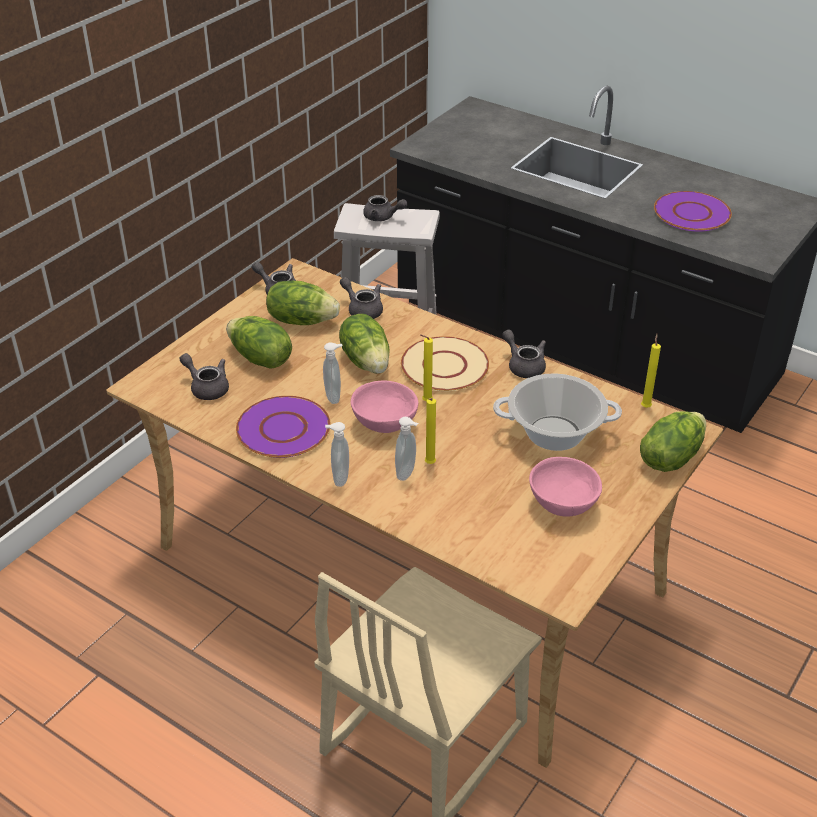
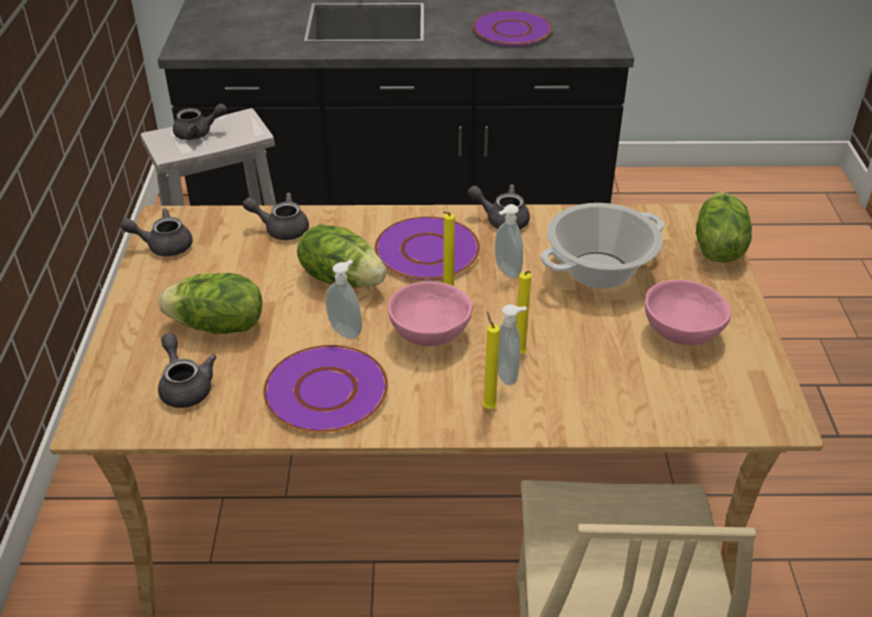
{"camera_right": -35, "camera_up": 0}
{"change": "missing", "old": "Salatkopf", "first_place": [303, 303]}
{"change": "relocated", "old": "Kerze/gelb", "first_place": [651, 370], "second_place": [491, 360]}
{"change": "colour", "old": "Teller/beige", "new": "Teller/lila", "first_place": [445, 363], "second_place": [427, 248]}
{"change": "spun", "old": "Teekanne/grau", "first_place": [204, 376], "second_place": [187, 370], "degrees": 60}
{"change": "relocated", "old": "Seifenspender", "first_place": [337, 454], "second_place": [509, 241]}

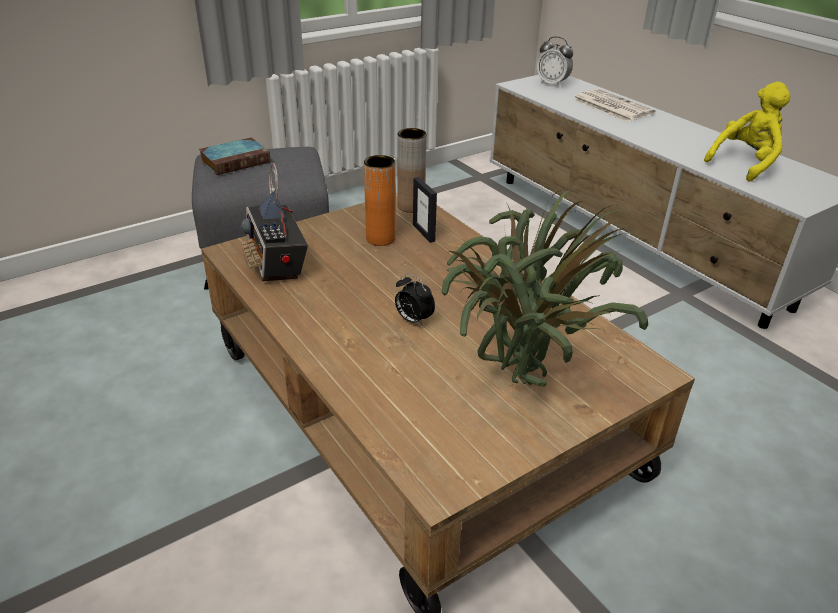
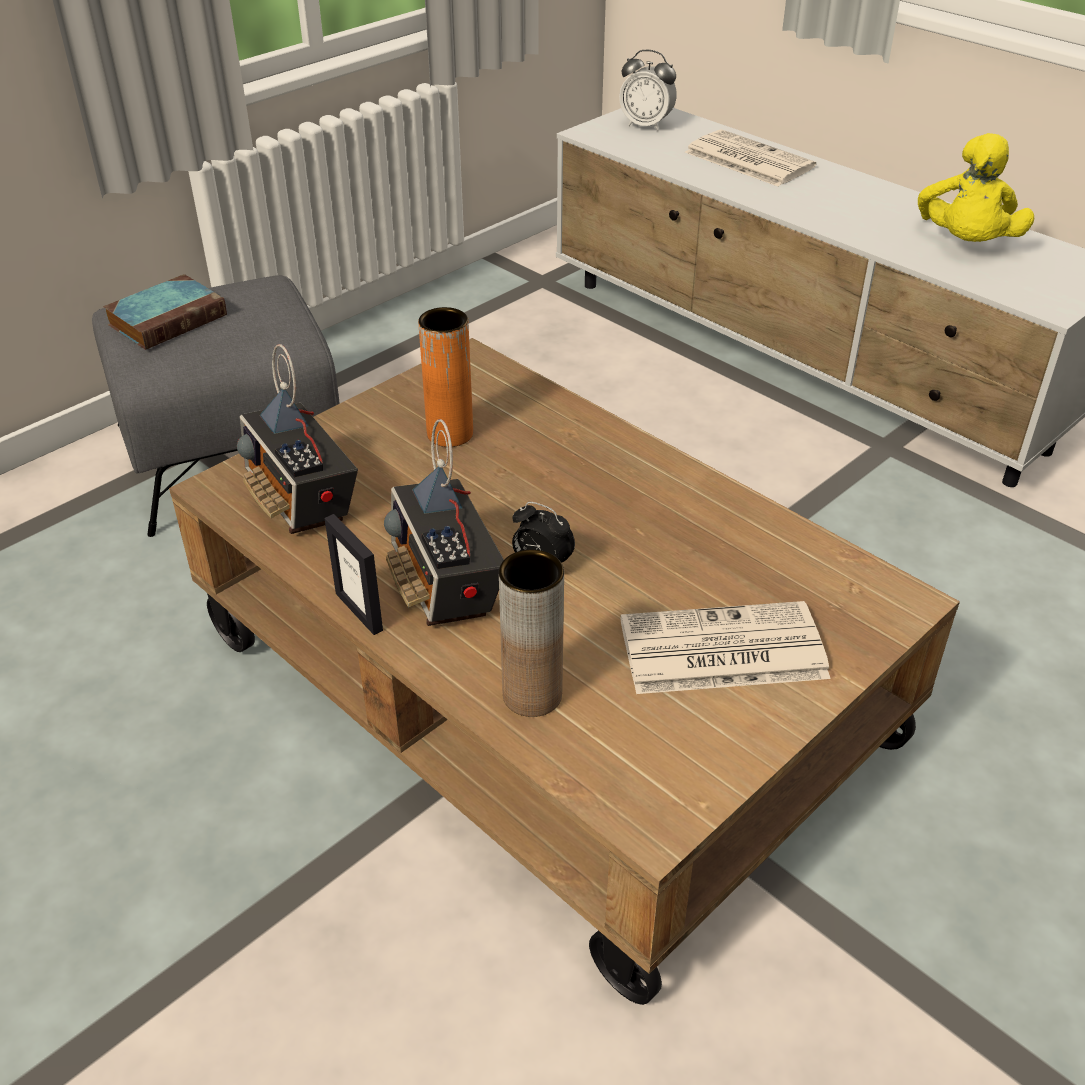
{"camera_right": -10, "camera_up": 5}
{"change": "spun", "old": "Plüschtier/gelb", "first_place": [747, 131], "second_place": [976, 187], "degrees": 150}
{"change": "relocated", "old": "Vase/braun", "first_place": [412, 170], "second_place": [531, 633]}
{"change": "relocated", "old": "Bilderrahmen", "first_place": [425, 210], "second_place": [353, 574]}
{"change": "exchanged", "old": "Topfpflanze", "new": "Zeitung", "first_place": [544, 287], "second_place": [725, 647]}
{"change": "appeared", "new": "Radio", "second_place": [444, 522]}

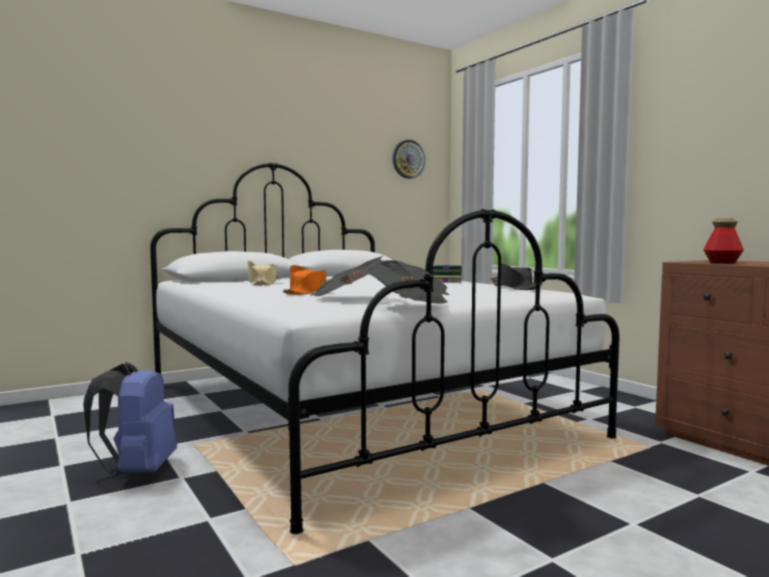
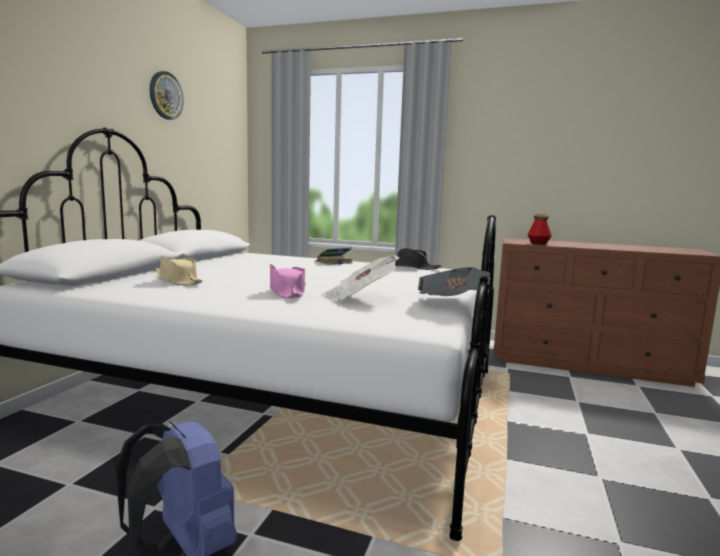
{"camera_right": -40, "camera_up": 5}
{"change": "relocated", "old": "Wanduhr", "first_place": [409, 159], "second_place": [167, 95]}
{"change": "colour", "old": "Hut/orange", "new": "Hut/rosa", "first_place": [306, 280], "second_place": [288, 281]}

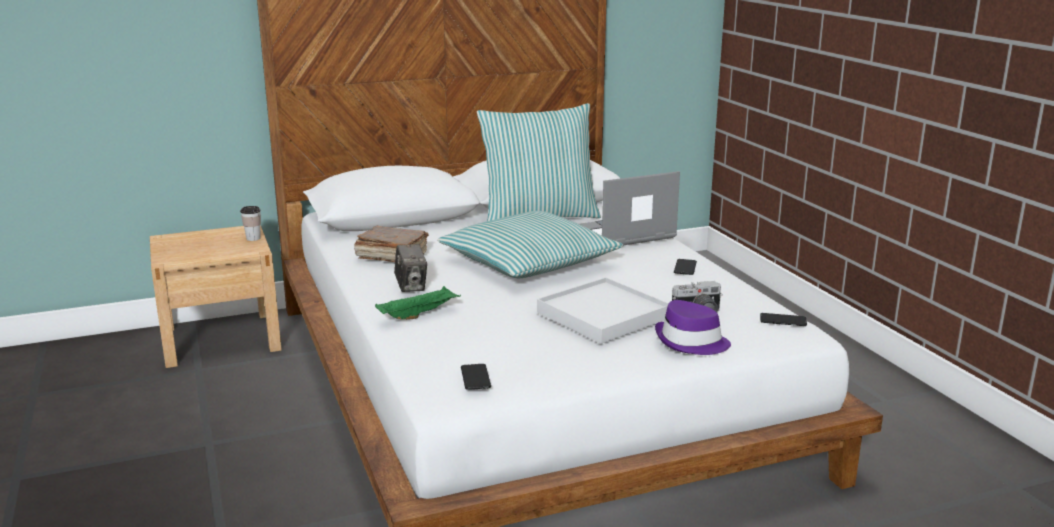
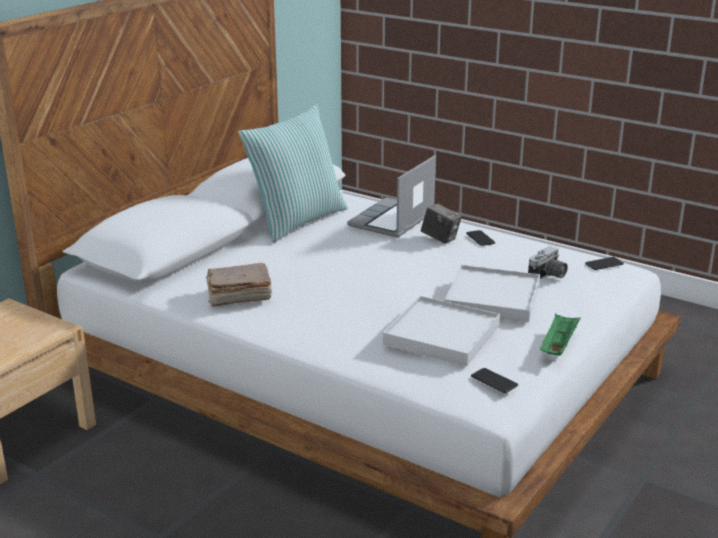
{"camera_right": -35, "camera_up": 5}
{"change": "missing", "old": "Tasse", "first_place": [250, 223]}
{"change": "missing", "old": "Kissen", "first_place": [530, 244]}
{"change": "relocated", "old": "Kamera", "first_place": [410, 268], "second_place": [441, 224]}
{"change": "relocated", "old": "Tablett/grün", "first_place": [418, 303], "second_place": [560, 334]}
{"change": "missing", "old": "Hut/lila", "first_place": [693, 327]}
{"change": "appeared", "new": "Tablett/weiß", "second_place": [441, 331]}

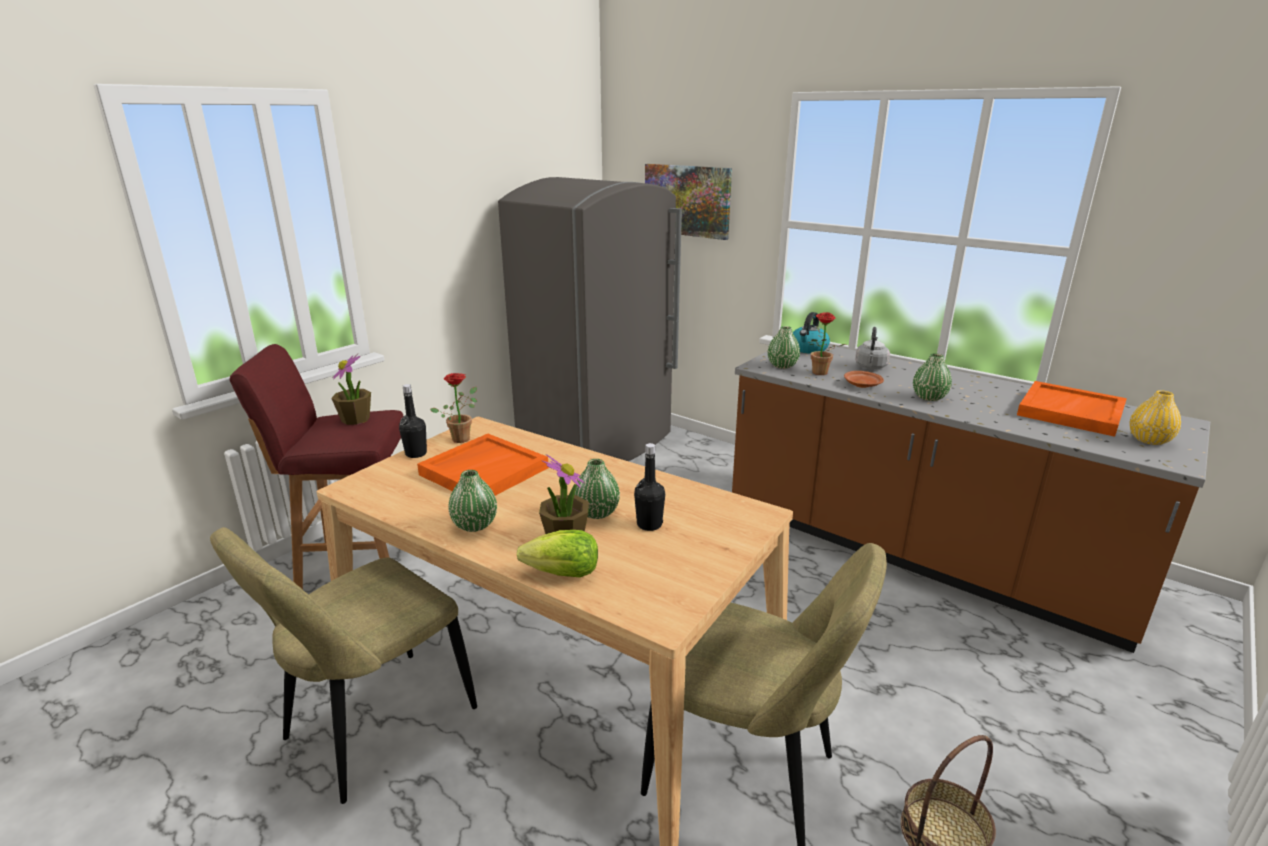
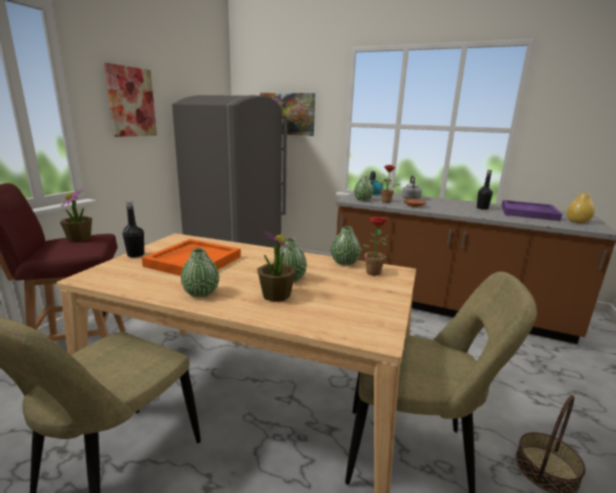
{"camera_right": -15, "camera_up": -5}
{"change": "relocated", "old": "Vase/grün", "first_place": [932, 377], "second_place": [346, 245]}
{"change": "relocated", "old": "Topfpflanze", "first_place": [453, 408], "second_place": [373, 246]}
{"change": "colour", "old": "Tablett/orange", "new": "Tablett/lila", "first_place": [1072, 409], "second_place": [531, 210]}
{"change": "relocated", "old": "Flasche/schwarz", "first_place": [649, 487], "second_place": [485, 190]}
{"change": "missing", "old": "Salatkopf", "first_place": [557, 554]}
{"change": "appeared", "new": "Bild", "second_place": [130, 100]}

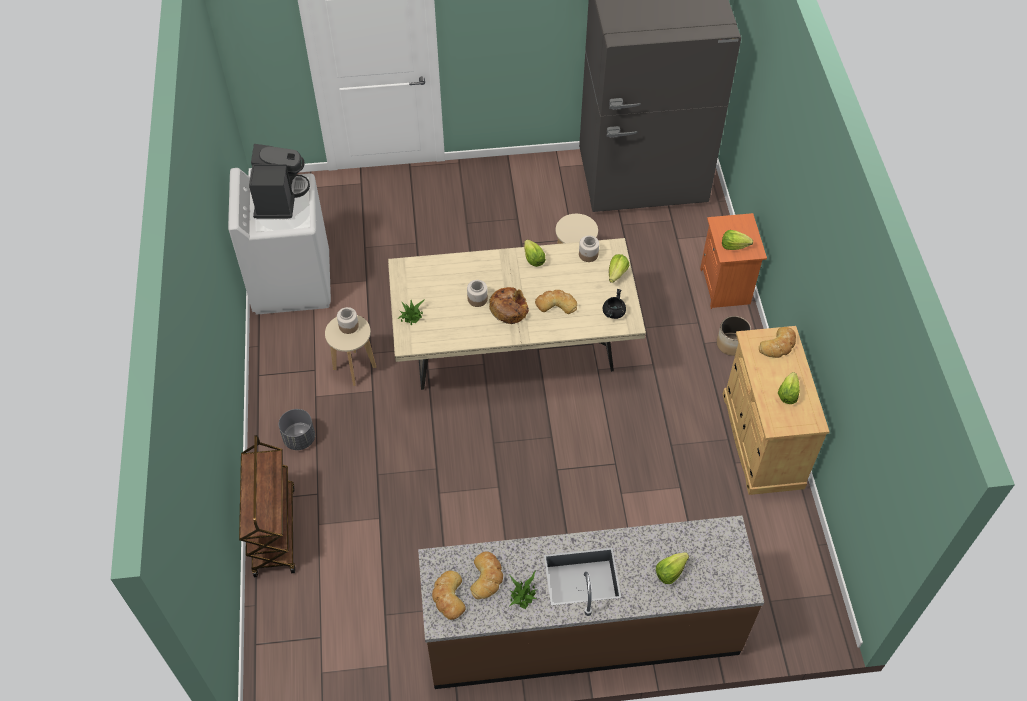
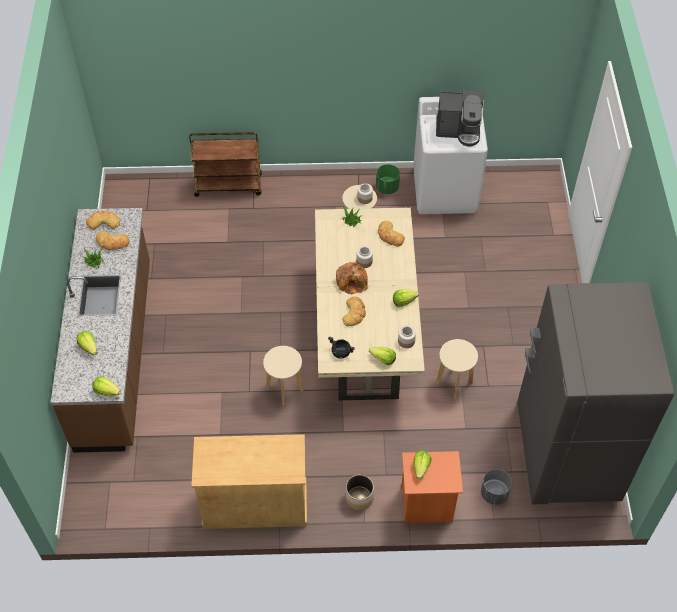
{"camera_right": 95, "camera_up": 0}
{"change": "relocated", "old": "Brot", "first_place": [777, 342], "second_place": [391, 234]}
{"change": "relocated", "old": "Salatkopf", "first_place": [789, 388], "second_place": [106, 386]}
{"change": "relocated", "old": "Pflanzkübel/grau", "first_place": [297, 429], "second_place": [496, 487]}
{"change": "appeared", "new": "Pflanzkübel/grün", "second_place": [388, 179]}
{"change": "appeared", "new": "Hocker/beige", "second_place": [283, 376]}

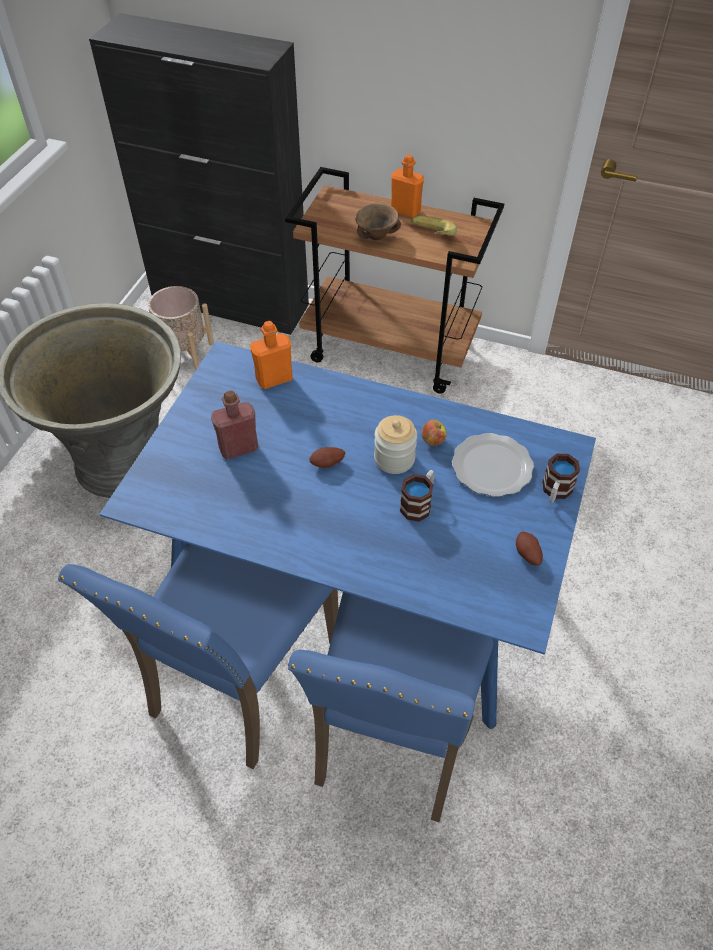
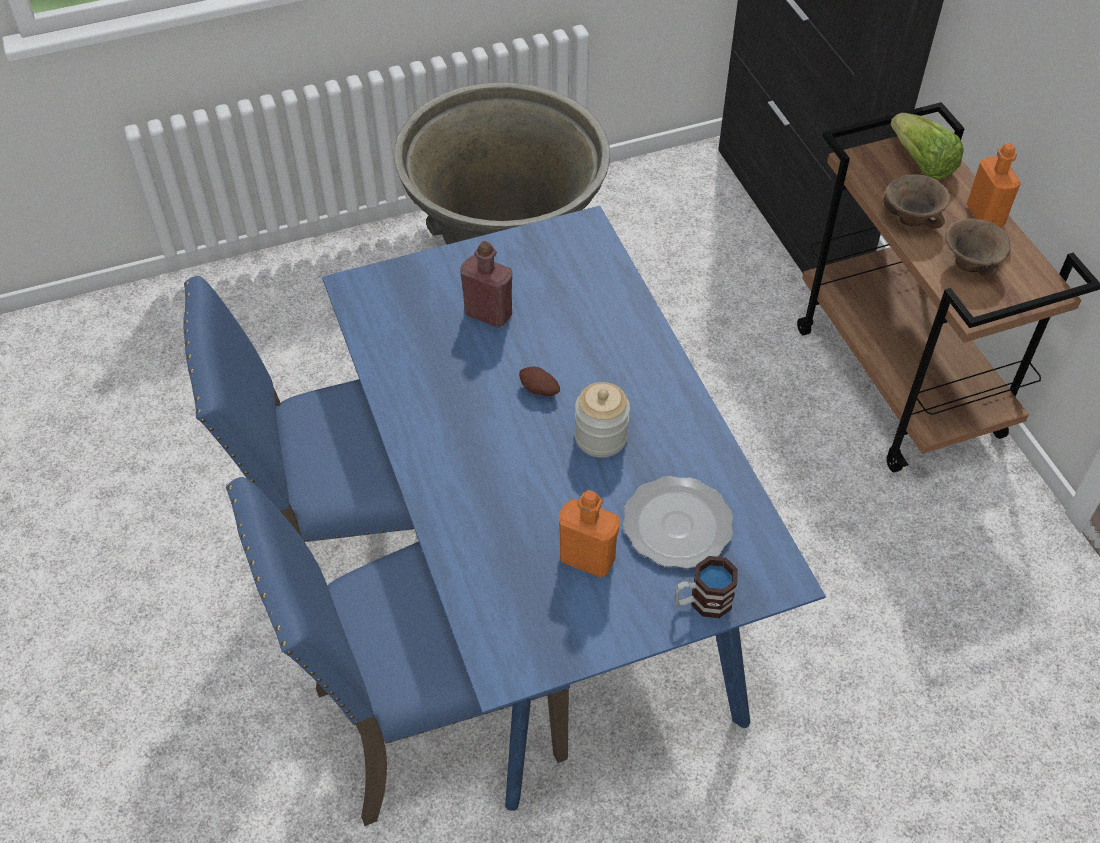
{"camera_right": 50, "camera_up": 0}
{"change": "exchanged", "old": "Banane", "new": "Schüssel/braun", "first_place": [434, 226], "second_place": [977, 248]}
{"change": "missing", "old": "Pflanzkübel/beige", "first_place": [181, 328]}
{"change": "relocated", "old": "Flasche/orange", "first_place": [271, 355], "second_place": [589, 534]}
{"change": "missing", "old": "Apfel", "first_place": [434, 433]}
{"change": "missing", "old": "Henkelbecher", "first_place": [417, 495]}
{"change": "missing", "old": "Kartoffel", "first_place": [529, 549]}
{"change": "appeared", "new": "Salatkopf", "second_place": [927, 146]}

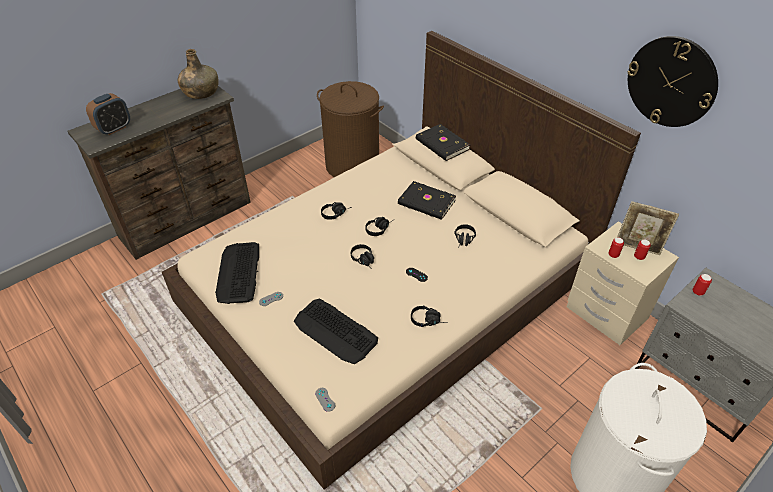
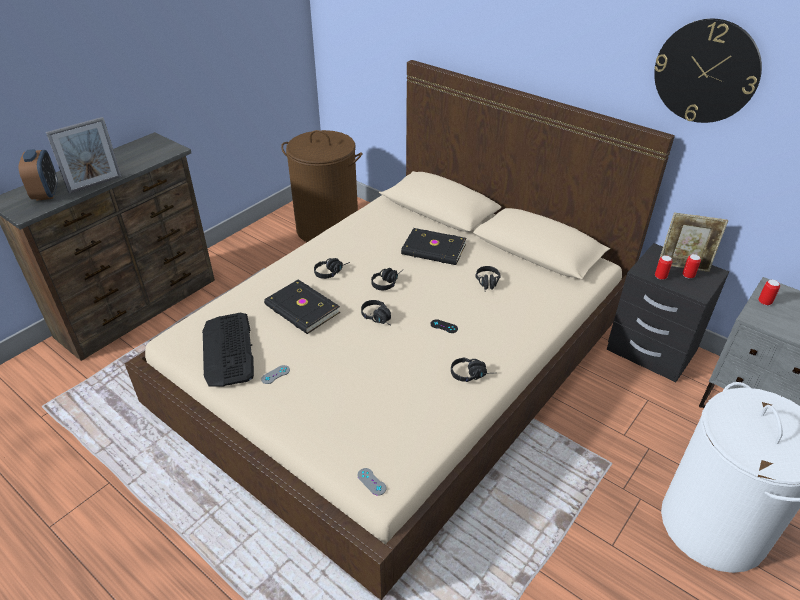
{"camera_right": -10, "camera_up": -5}
{"change": "missing", "old": "Flasche/grün", "first_place": [198, 74]}
{"change": "spun", "old": "Wecker", "first_place": [108, 114], "second_place": [38, 175], "degrees": -45}
{"change": "relocated", "old": "Buch/schwarz", "first_place": [443, 142], "second_place": [302, 307]}
{"change": "colour", "old": "Nachttisch/beige", "new": "Nachttisch/schwarz", "first_place": [623, 283], "second_place": [667, 312]}
{"change": "missing", "old": "Tastatur", "first_place": [336, 331]}
{"change": "appeared", "new": "Bilderrahmen", "second_place": [84, 155]}

